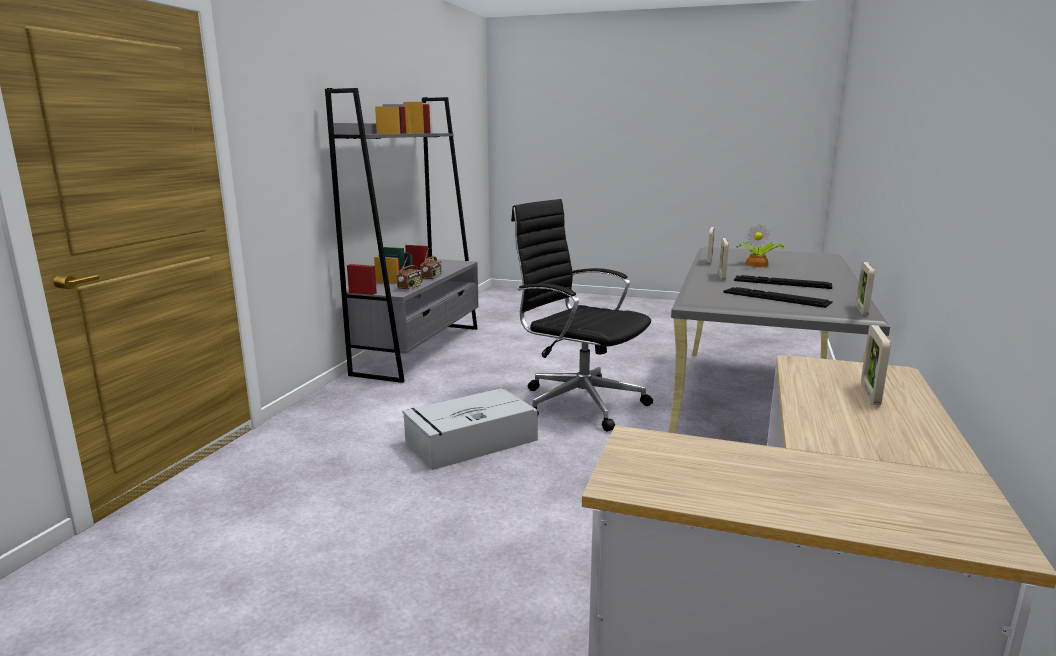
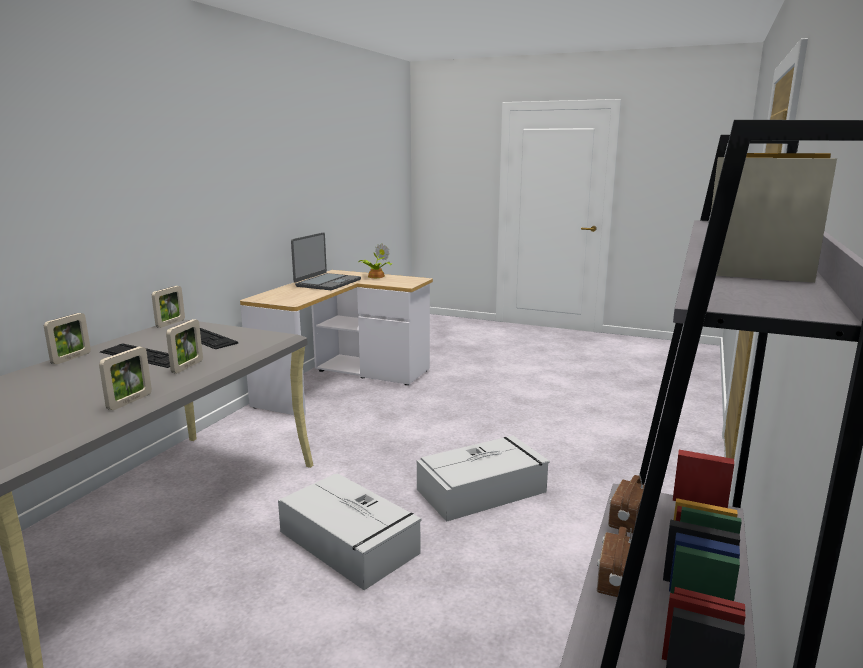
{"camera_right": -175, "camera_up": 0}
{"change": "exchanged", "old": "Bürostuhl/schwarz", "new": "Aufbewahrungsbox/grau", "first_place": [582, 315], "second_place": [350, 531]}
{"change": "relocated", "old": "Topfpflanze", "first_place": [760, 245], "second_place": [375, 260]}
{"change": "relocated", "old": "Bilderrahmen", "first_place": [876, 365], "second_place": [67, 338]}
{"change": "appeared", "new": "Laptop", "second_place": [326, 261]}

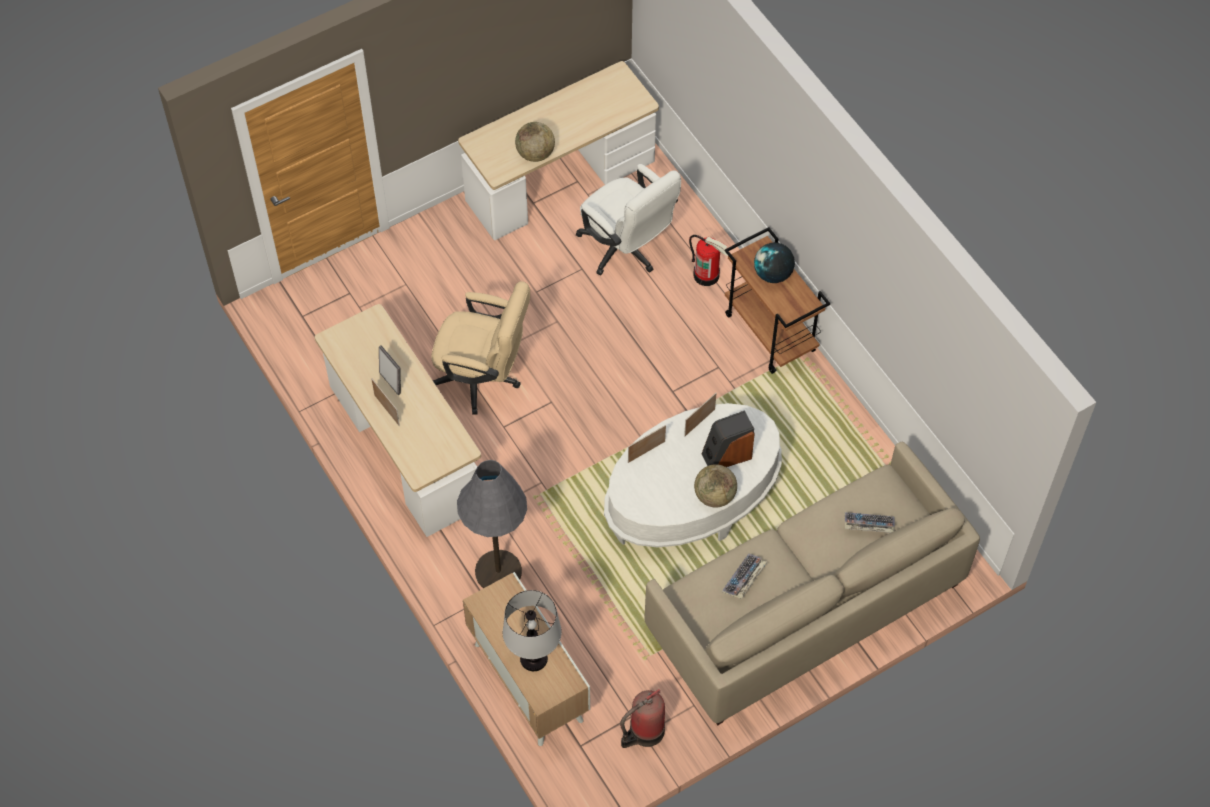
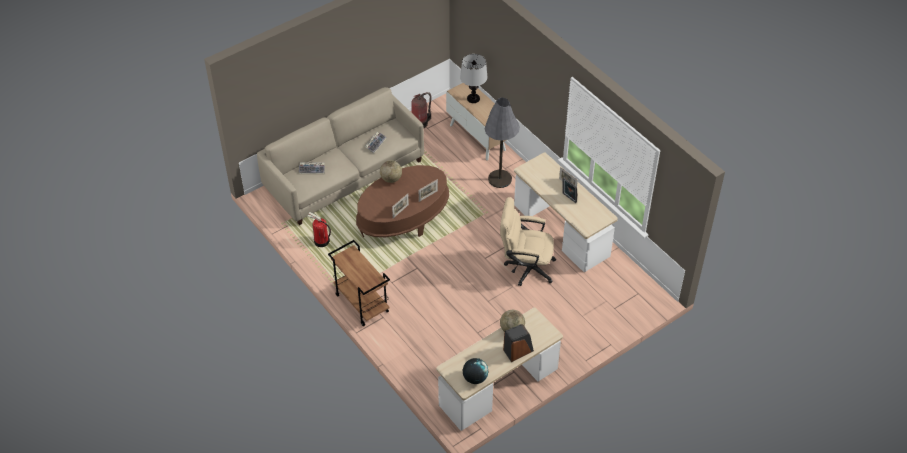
{"camera_right": 175, "camera_up": -10}
{"change": "missing", "old": "Bürostuhl/weiß", "first_place": [628, 219]}
{"change": "relocated", "old": "Feuerlöscher", "first_place": [708, 260], "second_place": [319, 229]}
{"change": "relocated", "old": "Globus", "first_place": [774, 263], "second_place": [475, 371]}
{"change": "colour", "old": "Couchtisch/weiß", "new": "Couchtisch/braun", "first_place": [693, 475], "second_place": [402, 201]}
{"change": "relocated", "old": "Lautsprecher", "first_place": [727, 438], "second_place": [518, 343]}

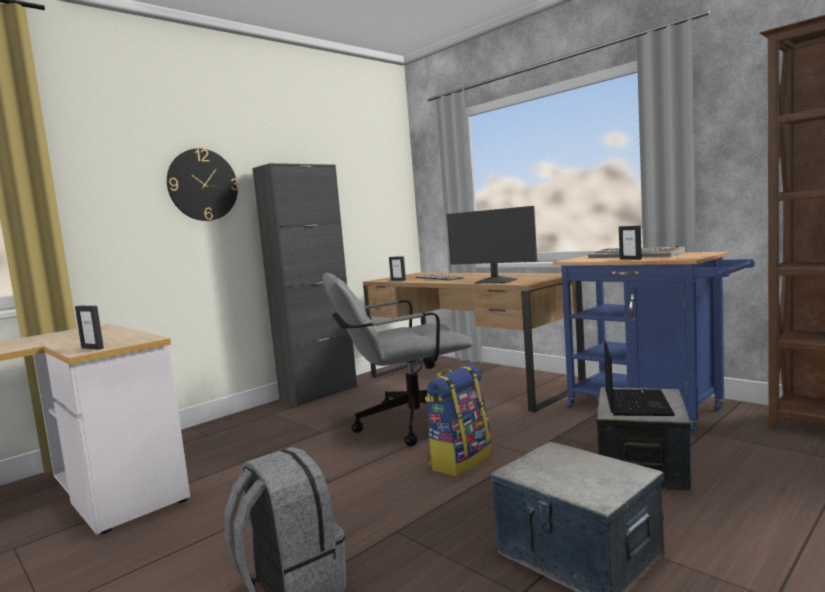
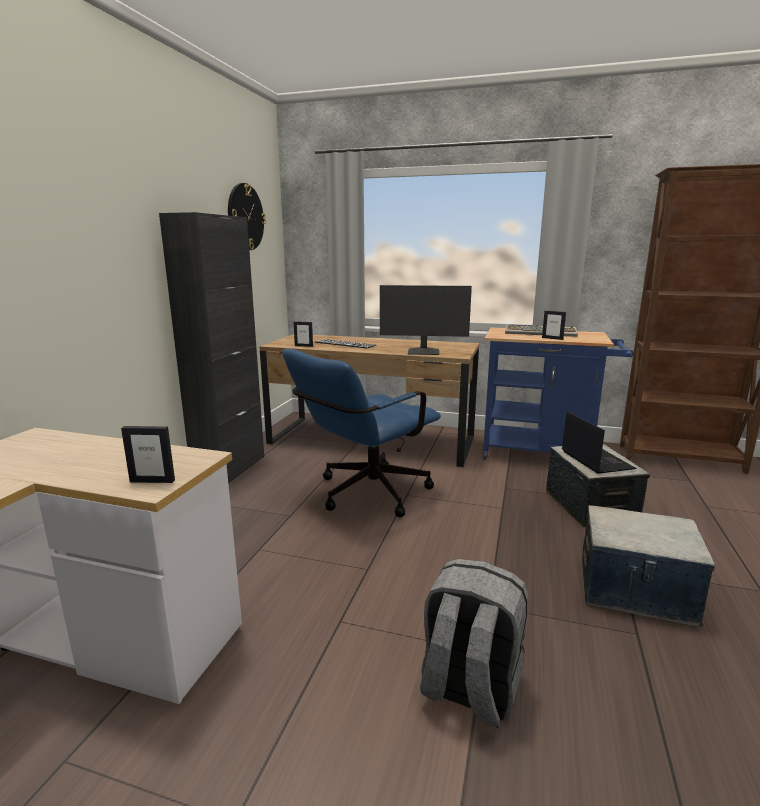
{"camera_right": -30, "camera_up": 10}
{"change": "relocated", "old": "Wanduhr", "first_place": [202, 184], "second_place": [247, 216]}
{"change": "colour", "old": "Bürostuhl/grau", "new": "Bürostuhl/blau", "first_place": [397, 359], "second_place": [361, 433]}
{"change": "missing", "old": "Rucksack", "first_place": [458, 421]}

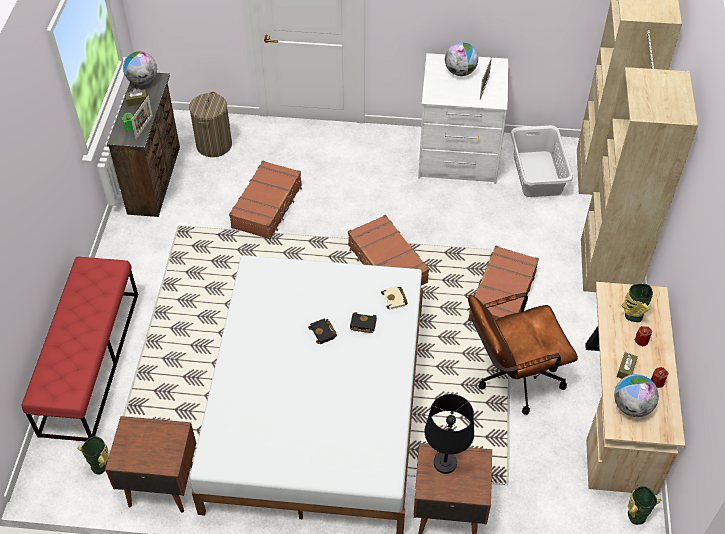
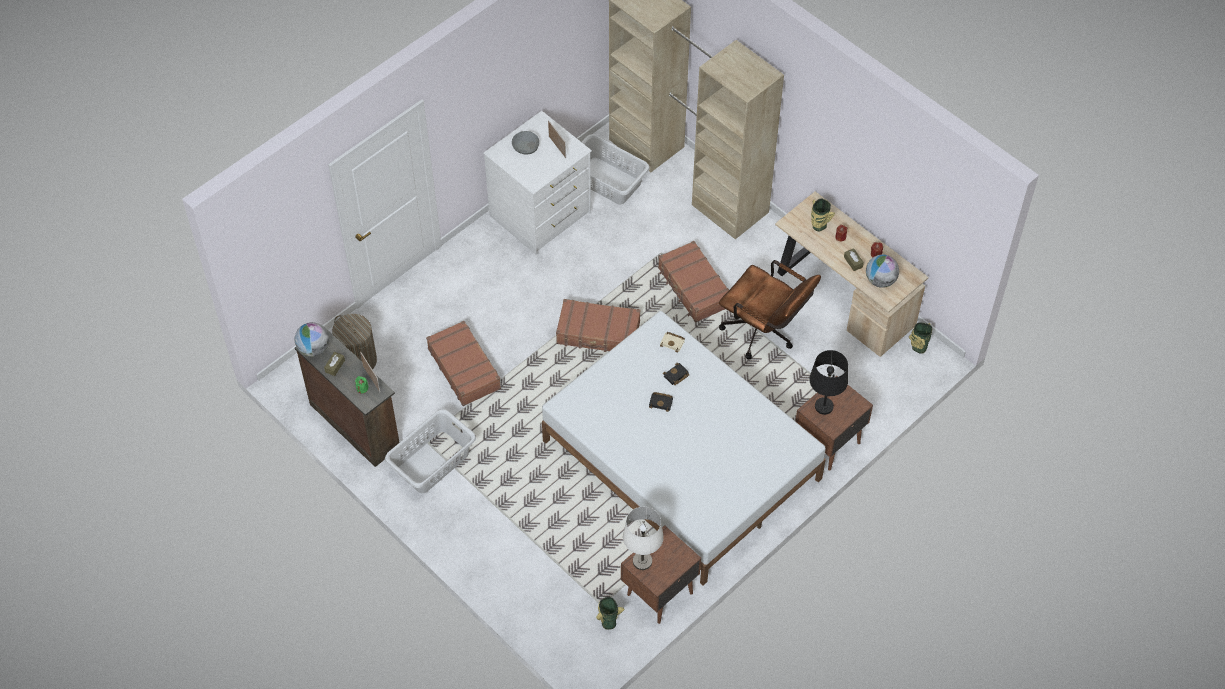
{"camera_right": -50, "camera_up": 5}
{"change": "exchanged", "old": "Globus", "new": "Schüssel/grau", "first_place": [461, 59], "second_place": [525, 142]}
{"change": "missing", "old": "Bank/rot", "first_place": [80, 349]}
{"change": "spun", "old": "Bürostuhl/braun", "first_place": [523, 354], "second_place": [770, 309], "degrees": -75}
{"change": "appeared", "new": "Wäschekorb/grau", "second_place": [430, 451]}
{"change": "appeared", "new": "Tischlampe/weiß", "second_place": [643, 538]}

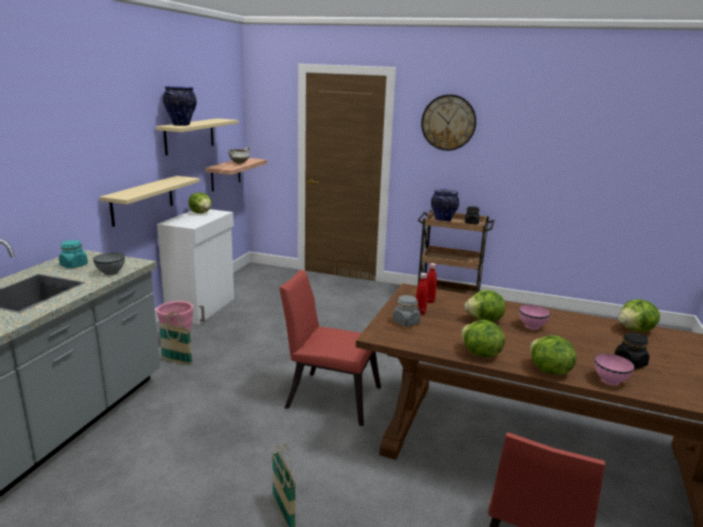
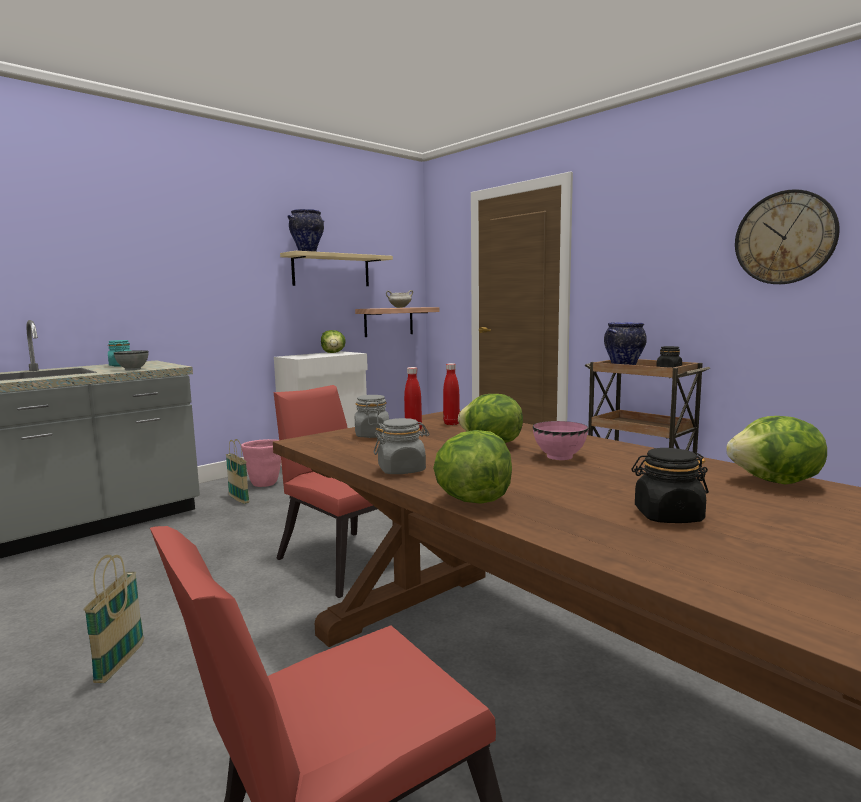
{"camera_right": 30, "camera_up": -10}
{"change": "relocated", "old": "Wanduhr", "first_place": [448, 122], "second_place": [787, 236]}
{"change": "missing", "old": "Wandregal/beige", "first_place": [150, 201]}
{"change": "exchanged", "old": "Salatkopf", "new": "Vorratsglas/grau", "first_place": [483, 338], "second_place": [401, 446]}
{"change": "missing", "old": "Schüssel/rosa", "first_place": [614, 369]}

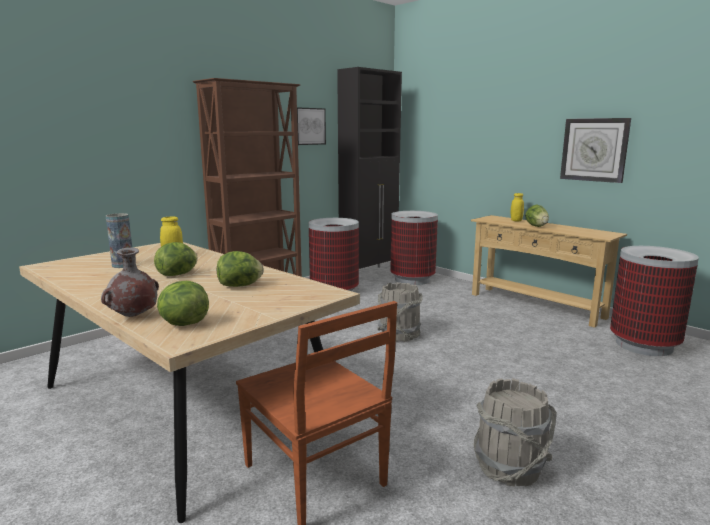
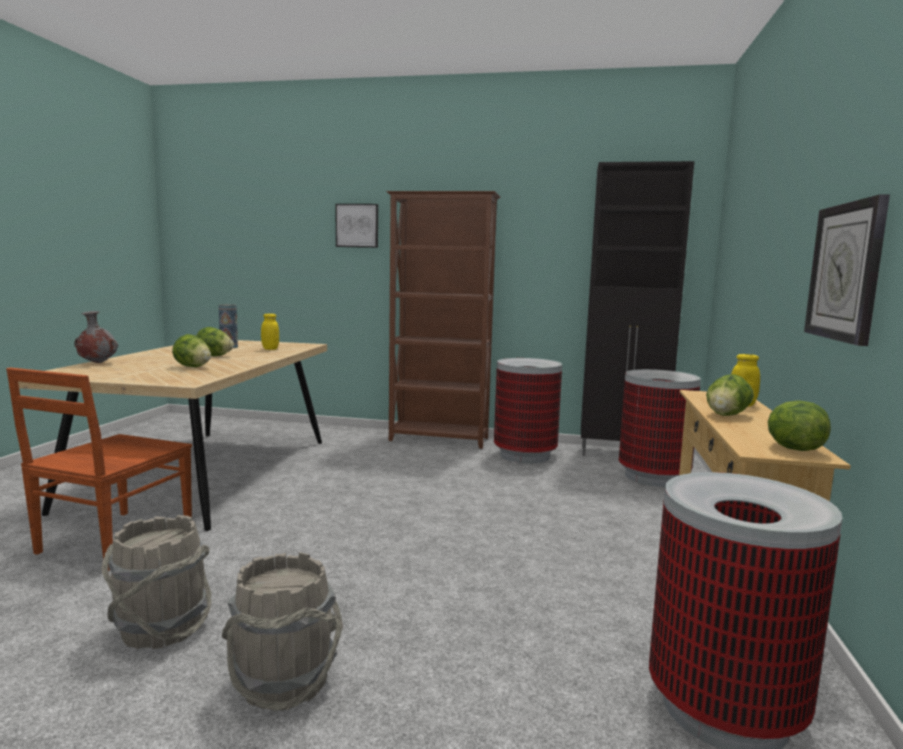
{"camera_right": 55, "camera_up": -5}
{"change": "relocated", "old": "Bild", "first_place": [311, 126], "second_place": [357, 226]}
{"change": "relocated", "old": "Salatkopf", "first_place": [183, 303], "second_place": [799, 426]}
{"change": "relocated", "old": "Eimer/grau", "first_place": [399, 312], "second_place": [282, 631]}

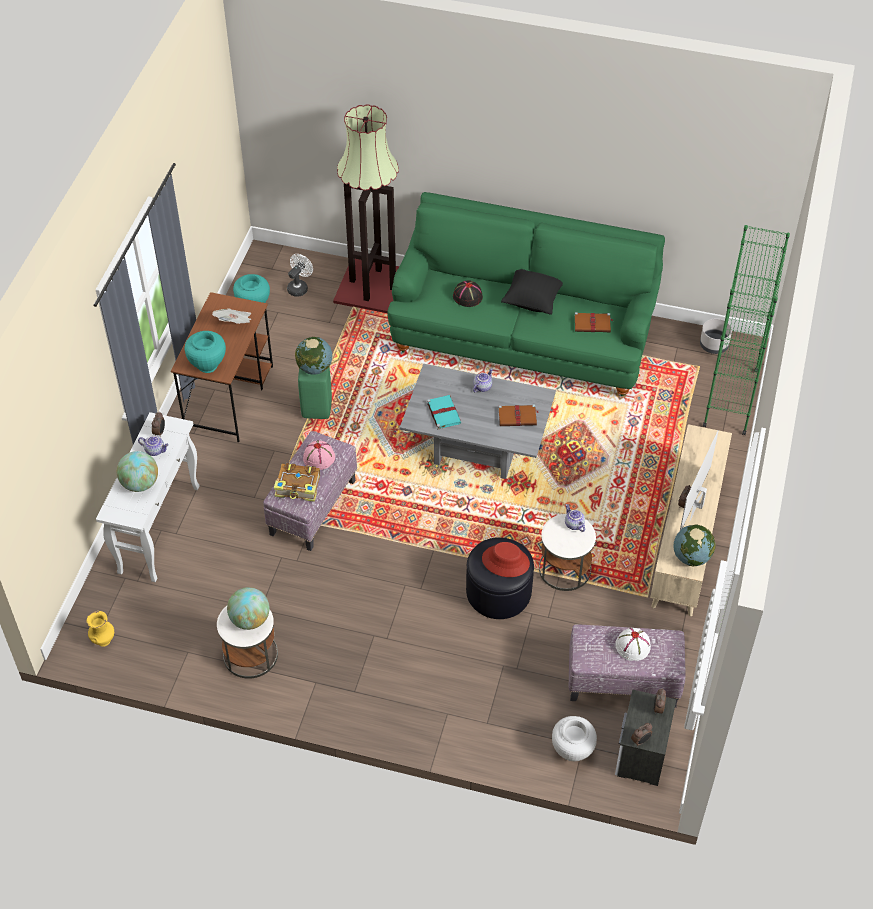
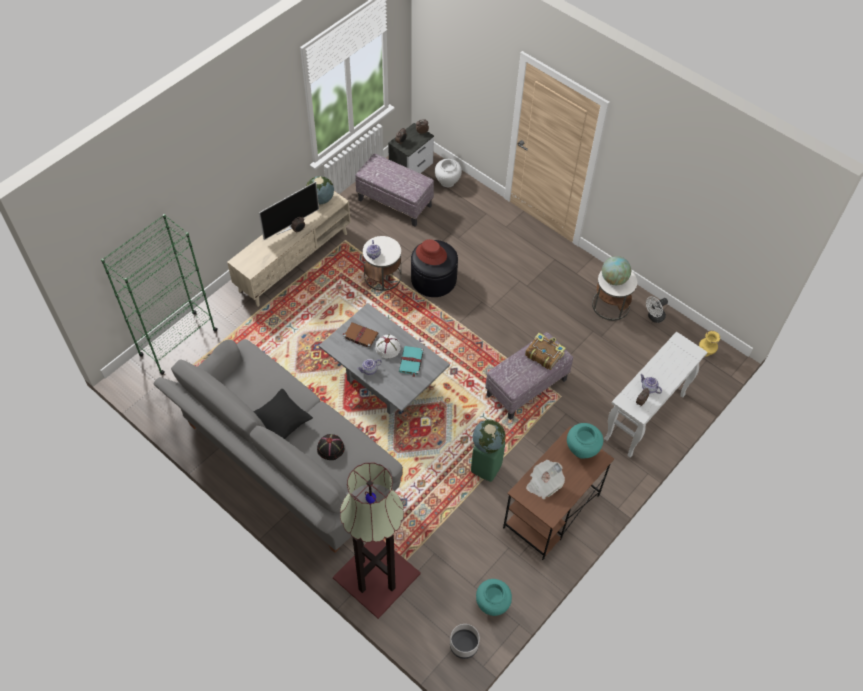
{"camera_right": -155, "camera_up": 5}
{"change": "colour", "old": "Sofa/grün", "new": "Sofa/grau", "first_place": [526, 294], "second_place": [278, 446]}
{"change": "relocated", "old": "Ventilator/weiß", "first_place": [300, 275], "second_place": [657, 309]}
{"change": "missing", "old": "Buch/braun", "first_place": [594, 322]}
{"change": "relocated", "old": "Pflanzkübel/grau", "first_place": [716, 336], "second_place": [465, 641]}
{"change": "missing", "old": "Hut/rosa", "first_place": [319, 455]}
{"change": "missing", "old": "Globus", "first_place": [137, 471]}
{"change": "relocated", "old": "Hut/weiß", "first_place": [633, 644], "second_place": [387, 346]}

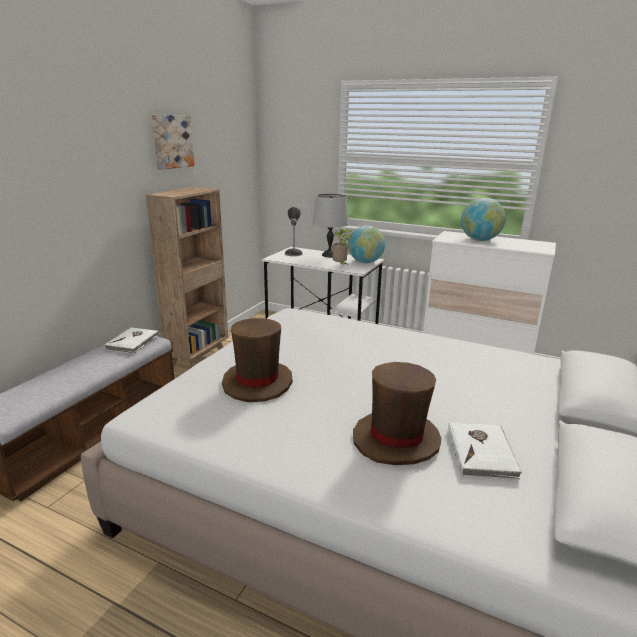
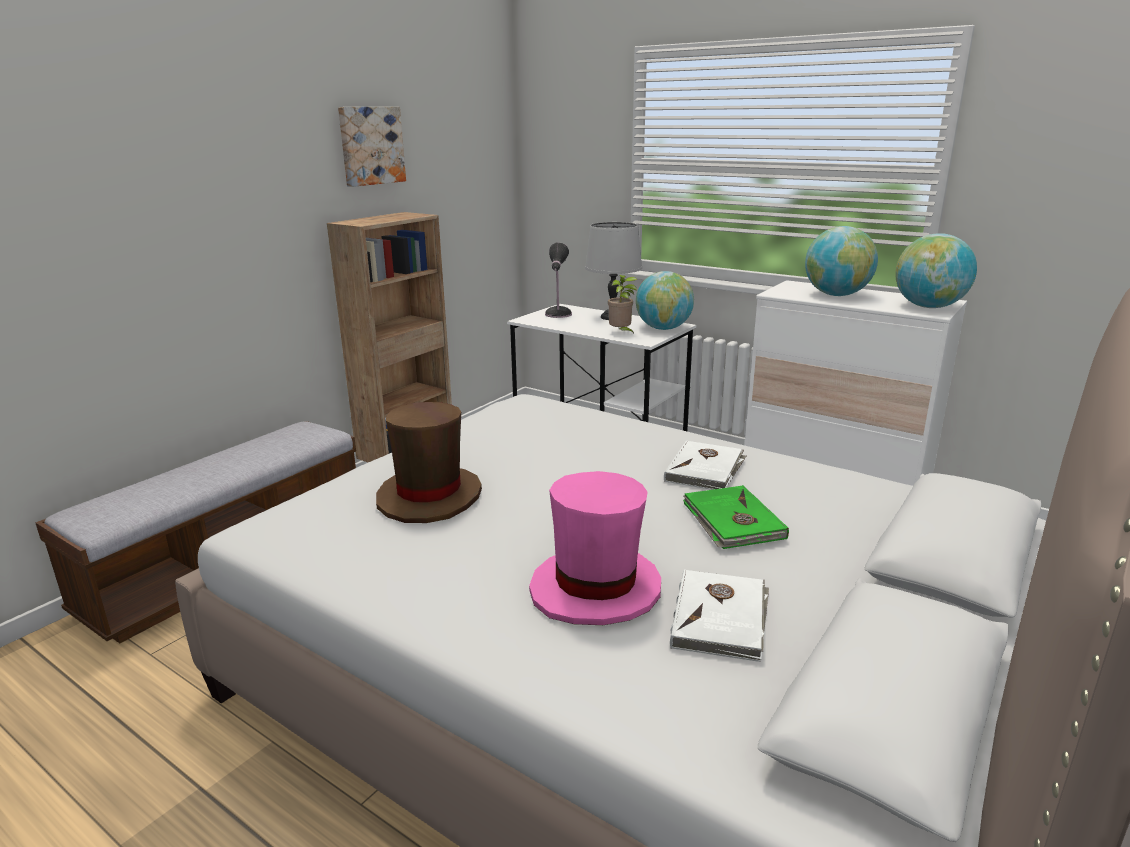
{"camera_right": 10, "camera_up": 0}
{"change": "relocated", "old": "Buch/weiß", "first_place": [132, 340], "second_place": [705, 465]}
{"change": "colour", "old": "Hut/braun", "new": "Hut/rosa", "first_place": [397, 413], "second_place": [595, 548]}
{"change": "appeared", "new": "Globus", "second_place": [936, 270]}
{"change": "appeared", "new": "Buch/grün", "second_place": [736, 517]}

